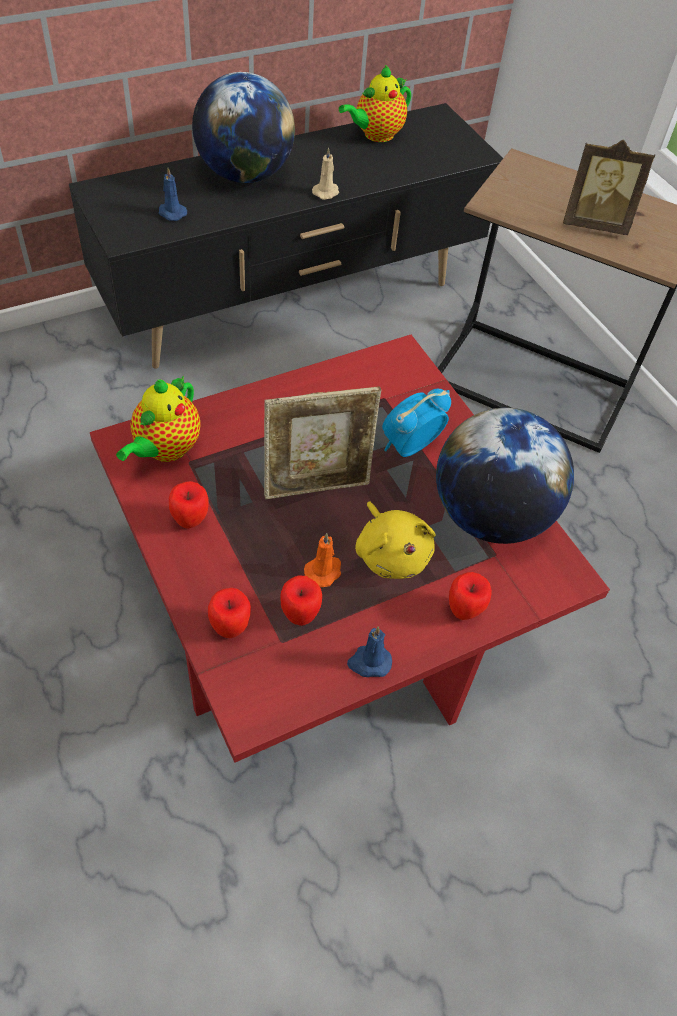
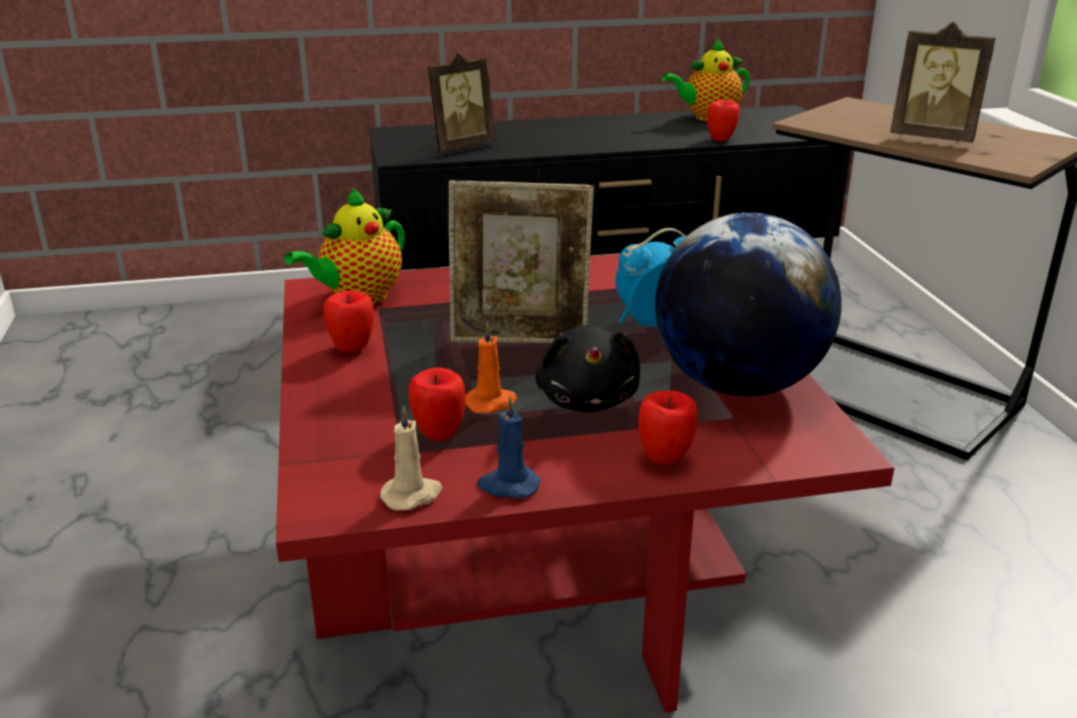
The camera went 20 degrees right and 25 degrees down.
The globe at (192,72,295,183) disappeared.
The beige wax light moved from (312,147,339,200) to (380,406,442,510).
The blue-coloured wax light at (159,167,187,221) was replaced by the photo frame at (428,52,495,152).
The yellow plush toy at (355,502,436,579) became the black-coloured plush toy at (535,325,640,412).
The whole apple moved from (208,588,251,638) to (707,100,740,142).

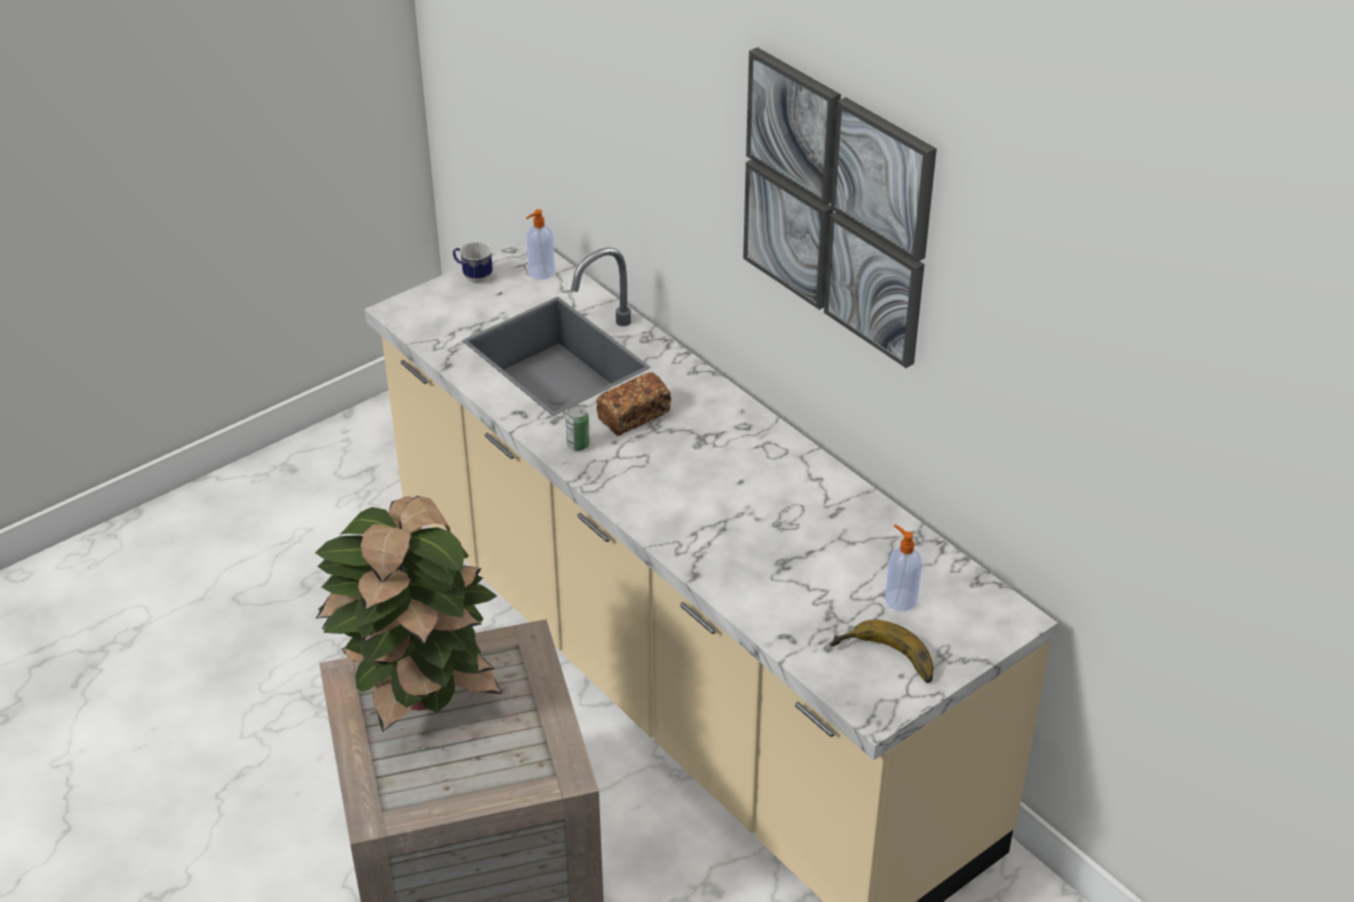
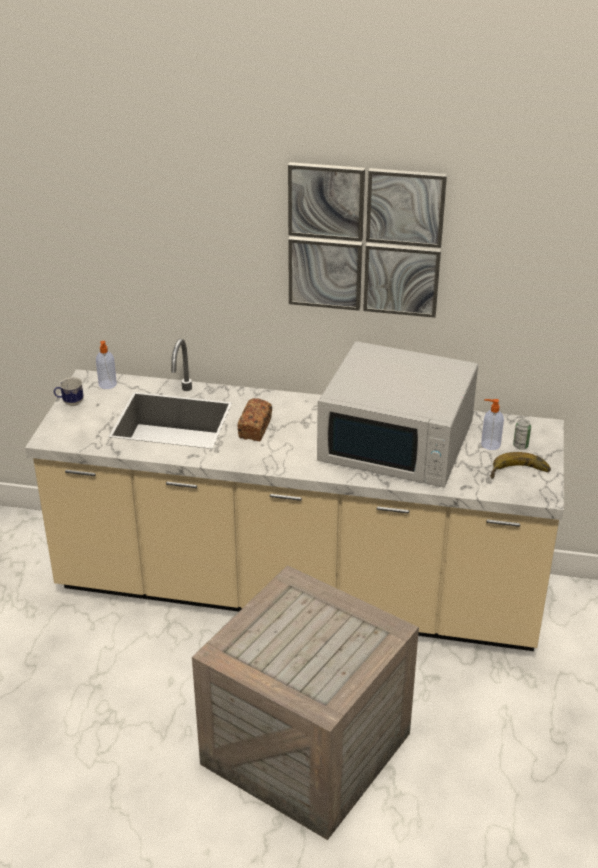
The camera went 40 degrees left and 5 degrees down.
The metal can moved from (565,406,590,451) to (513,419,531,450).
The houseplant at (315,496,502,732) disappeared.
The whitish kitchen microwave at (317,341,478,488) appeared.

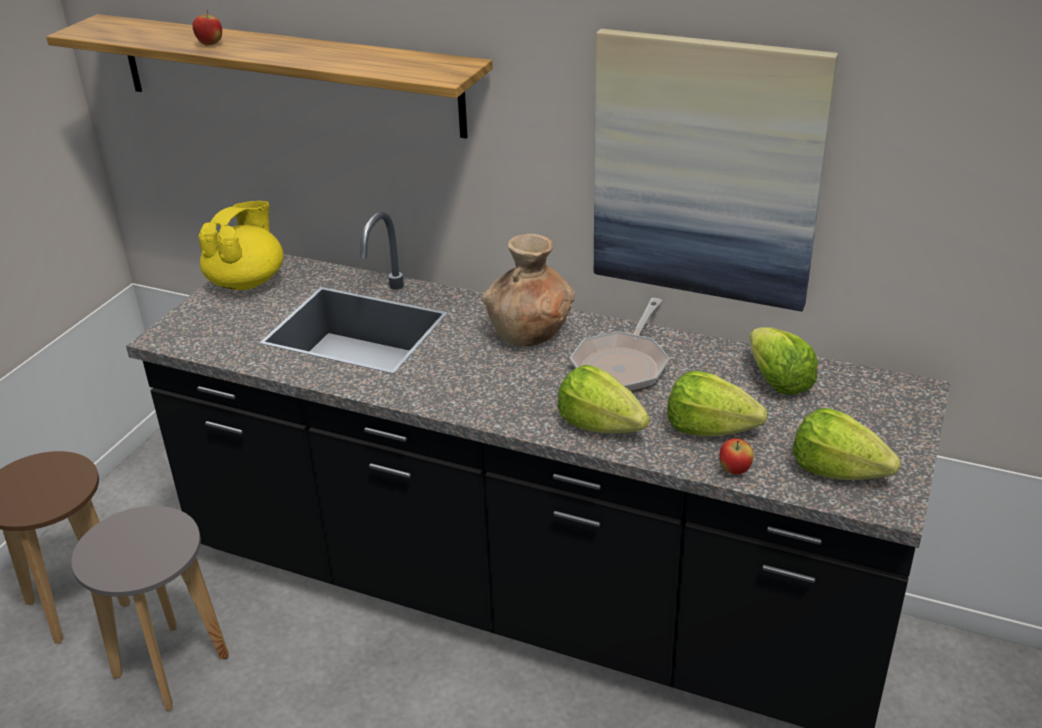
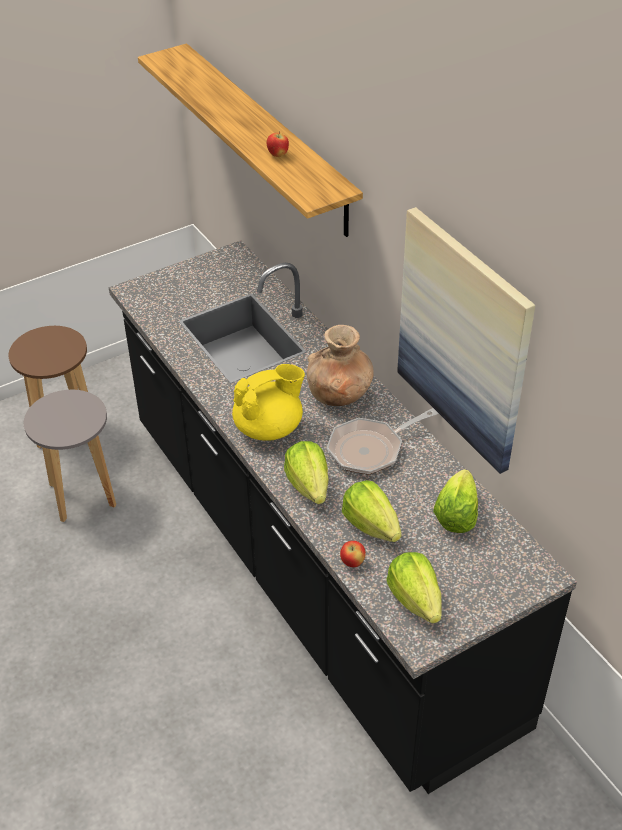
The camera went 35 degrees right and 10 degrees up.
The whole apple moved from (192,10,222,46) to (266,131,289,157).
The yellow pot for tea moved from (199,201,284,290) to (232,364,305,441).

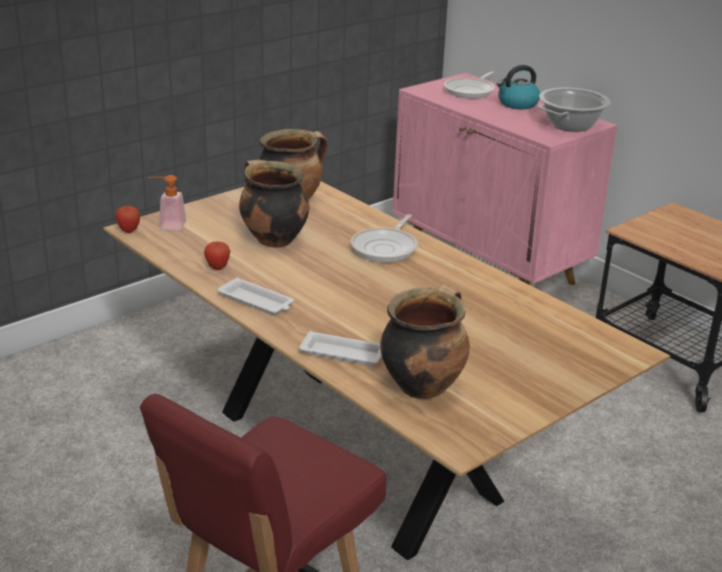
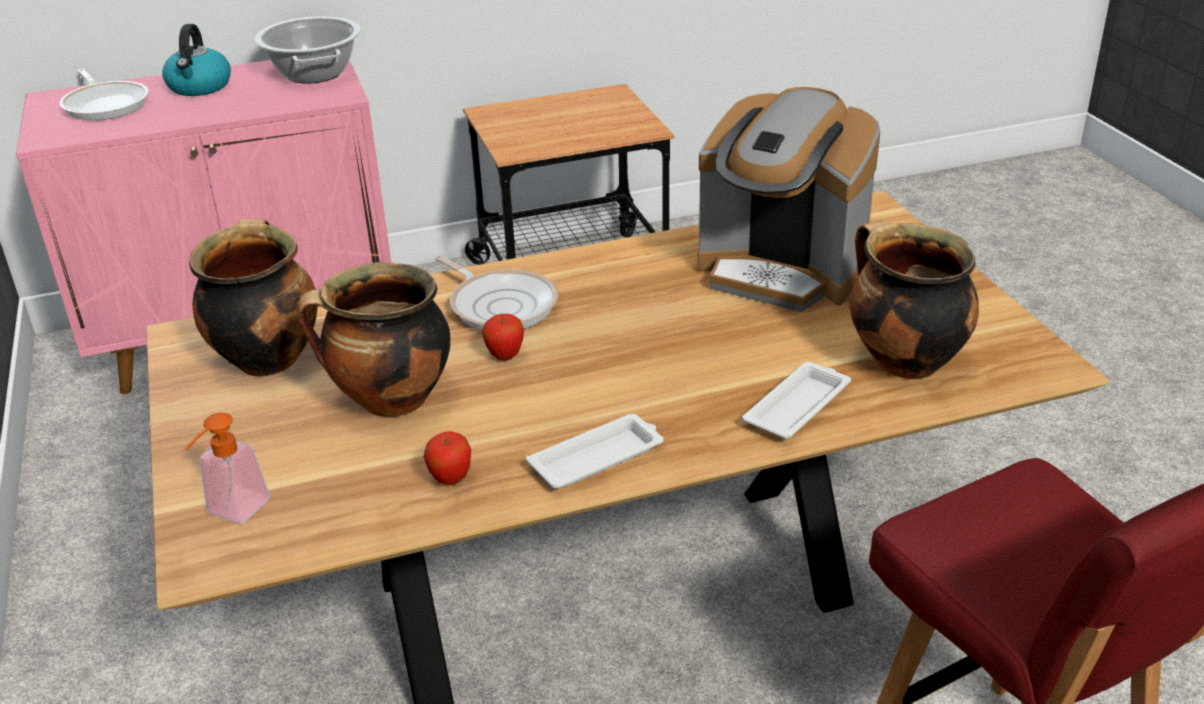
The camera went 65 degrees left and 5 degrees up.
The whole apple moved from (115,206,140,233) to (482,314,524,360).
The coffee maker at (697,87,881,312) appeared.

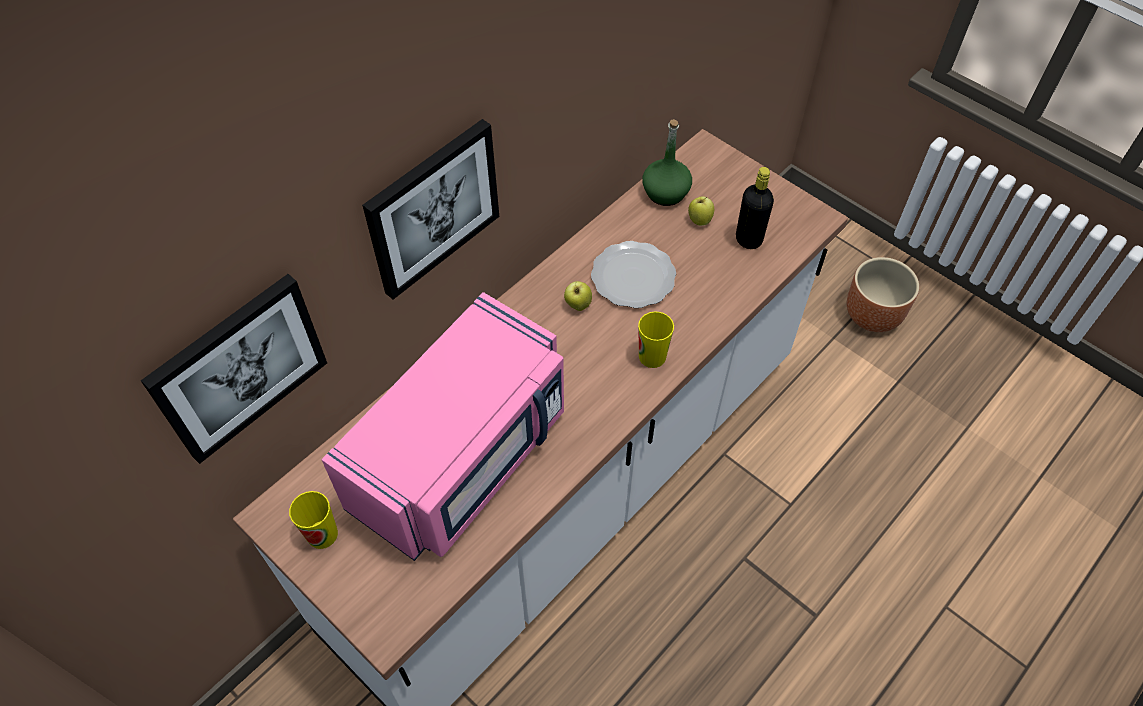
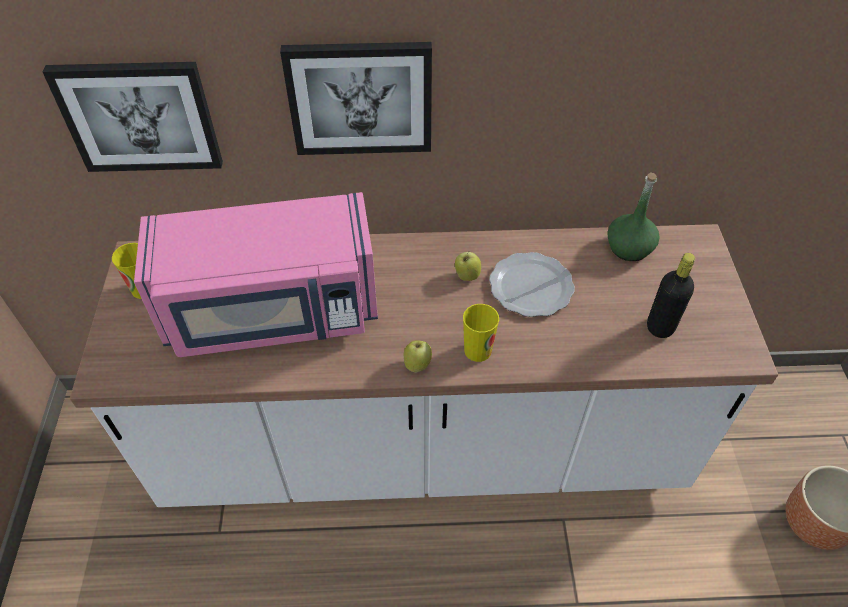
The camera went 45 degrees right and 5 degrees down.
The whole apple moved from (688,196,714,226) to (404,340,432,373).

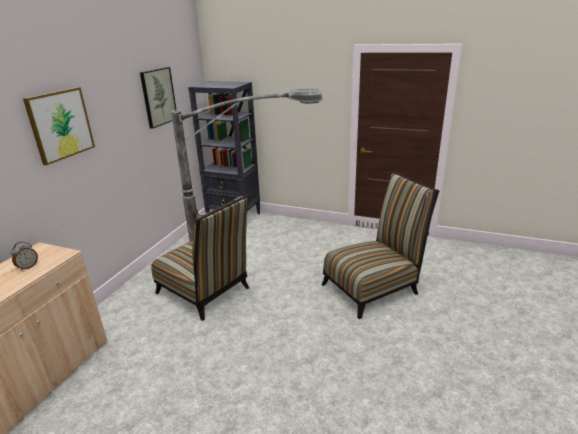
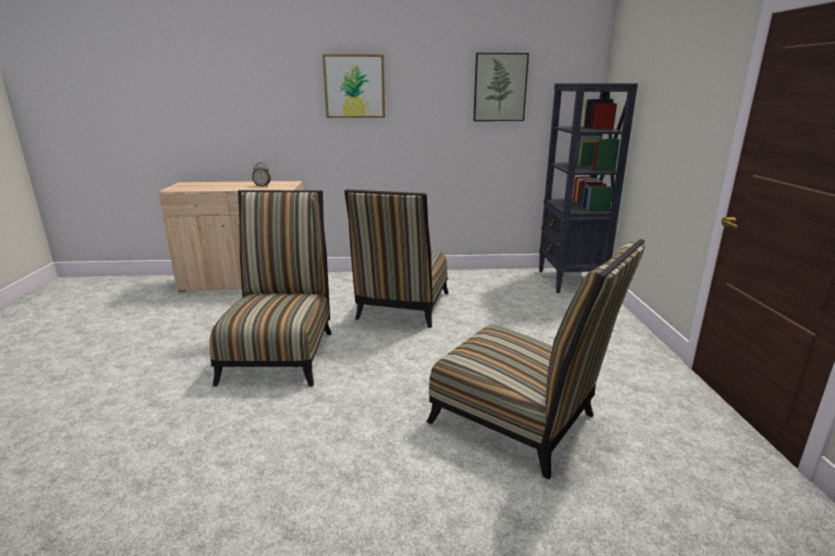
The camera went 65 degrees right and 5 degrees down.
The floor lamp at (171,89,322,241) disappeared.
The plain chair at (210,190,331,387) appeared.

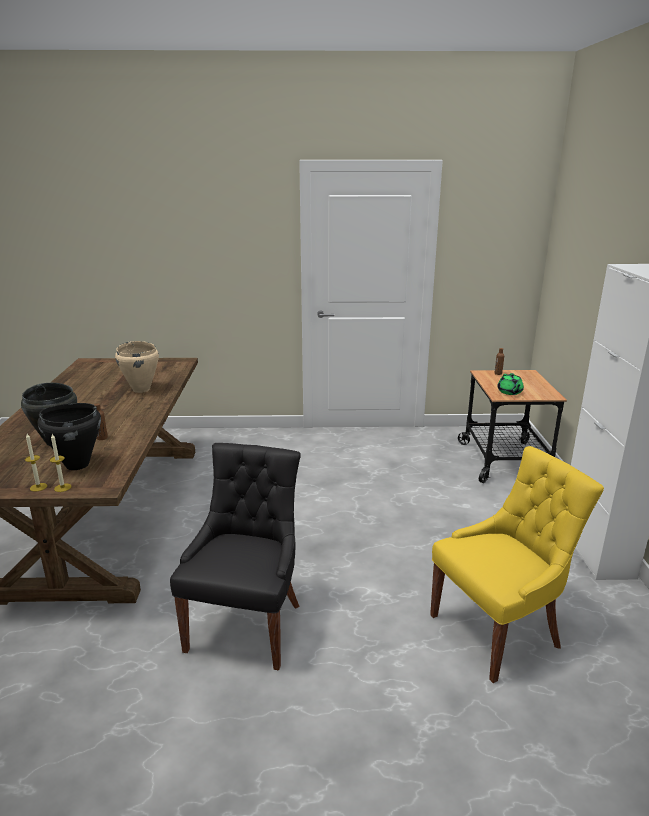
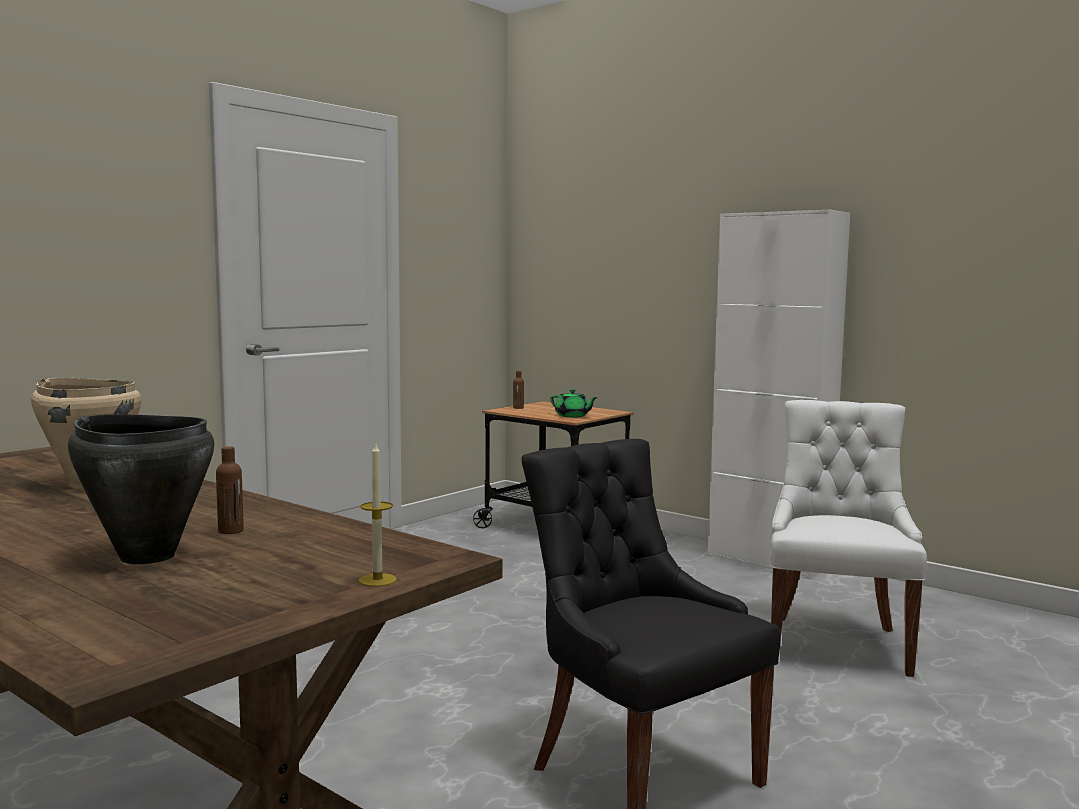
The camera went 50 degrees left and 15 degrees down.
The black-coloured cooking pot at (37,403,101,470) disappeared.
The wax light at (25,434,47,492) disappeared.
The yellow plain chair at (430,446,604,683) became the whitish plain chair at (770,400,927,677).

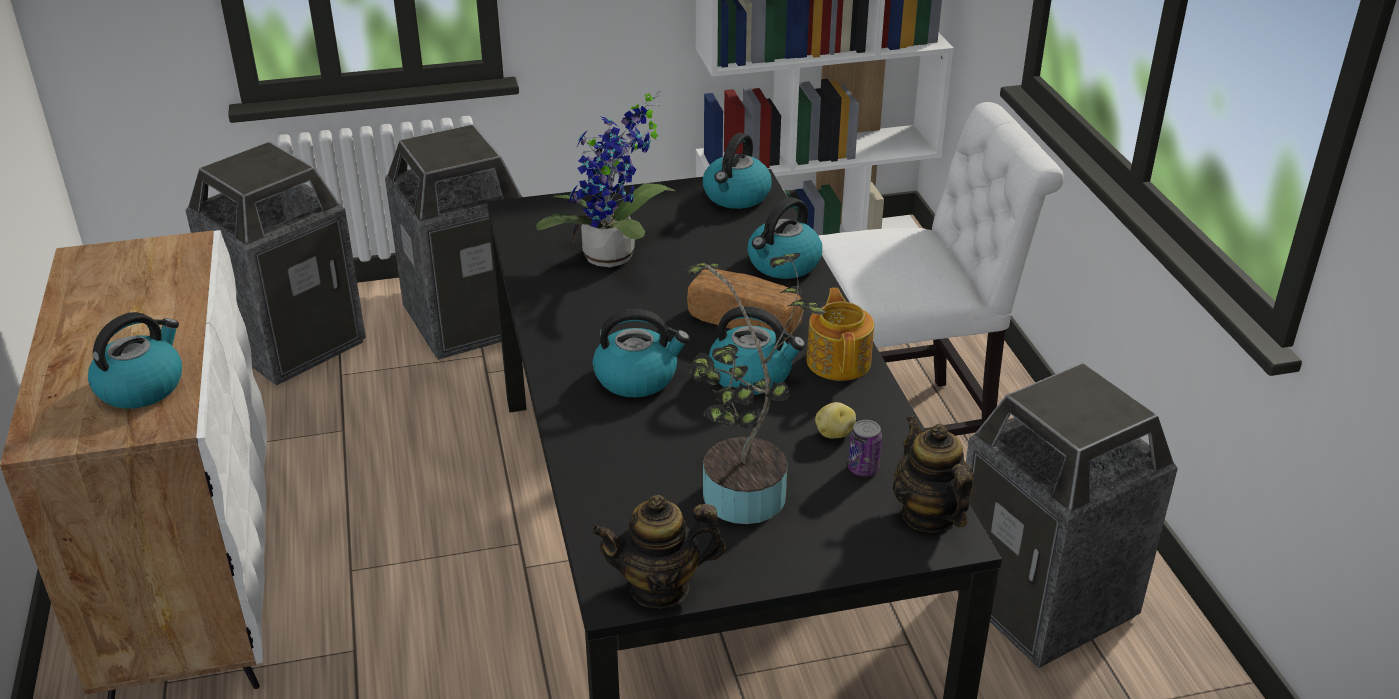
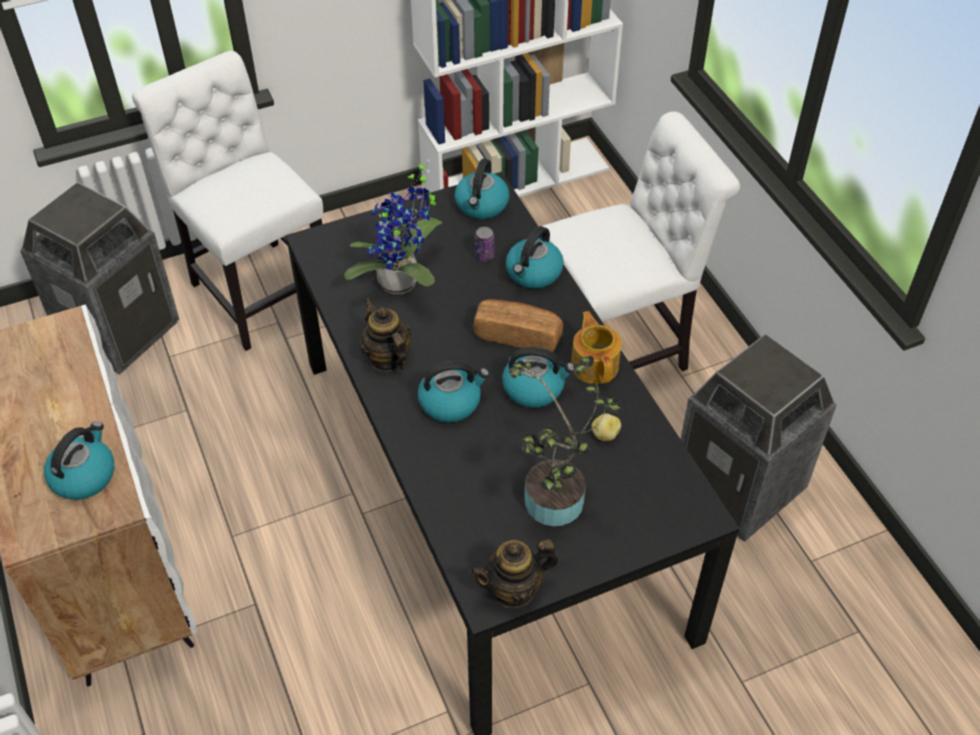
The camera went 10 degrees left and 15 degrees up.
The trash can at (385,124,522,360) was replaced by the whitish plain chair at (132,51,323,351).
The pot for tea moved from (892,415,974,532) to (360,298,411,372).
The metal can moved from (848,420,882,476) to (475,227,494,261).

